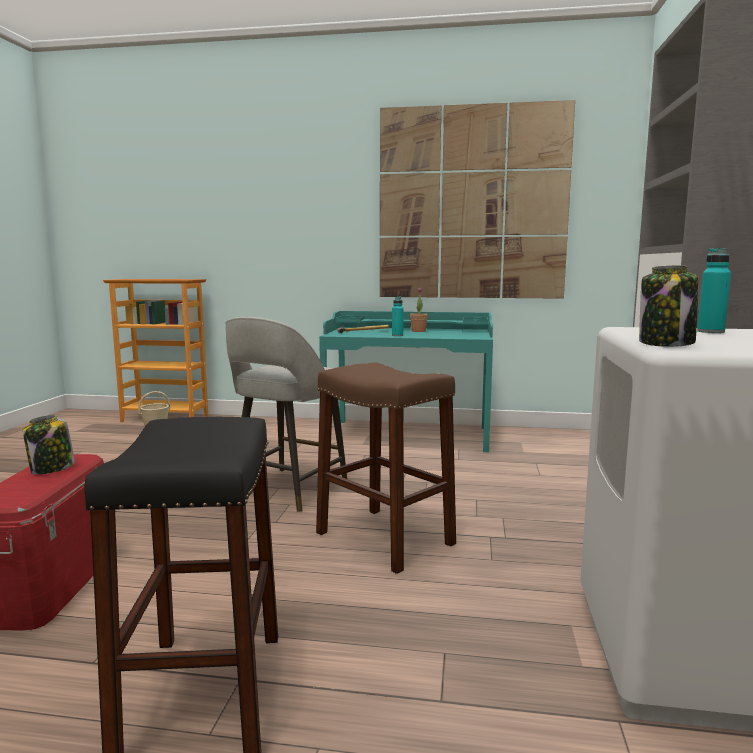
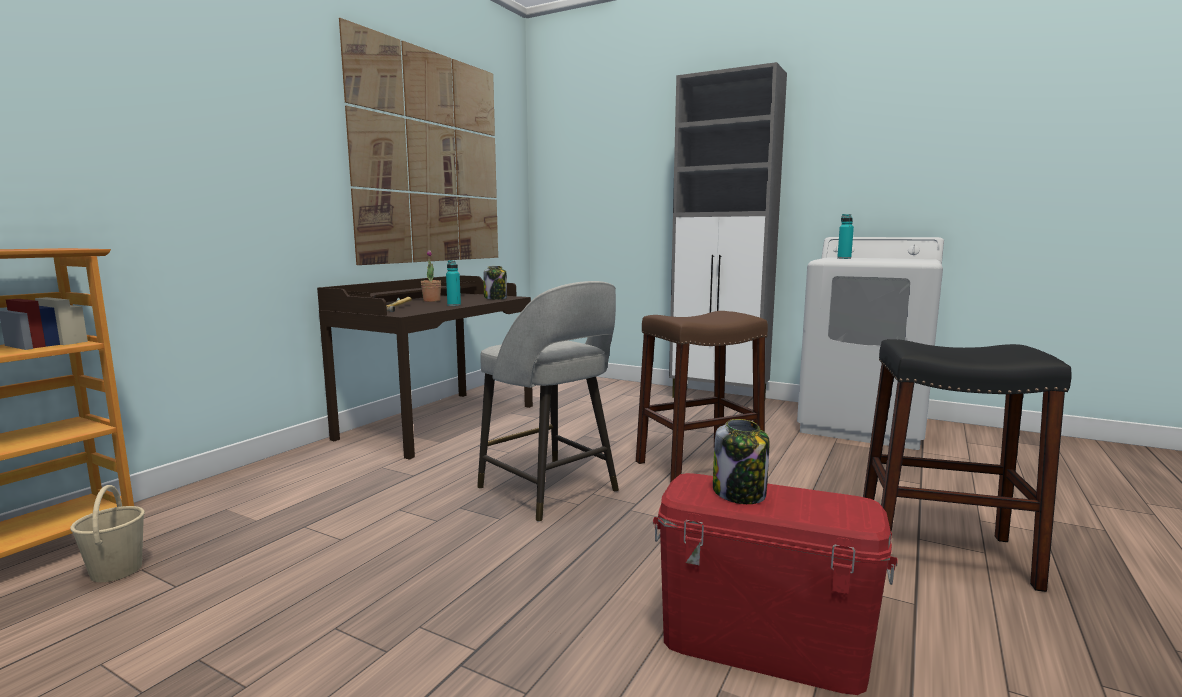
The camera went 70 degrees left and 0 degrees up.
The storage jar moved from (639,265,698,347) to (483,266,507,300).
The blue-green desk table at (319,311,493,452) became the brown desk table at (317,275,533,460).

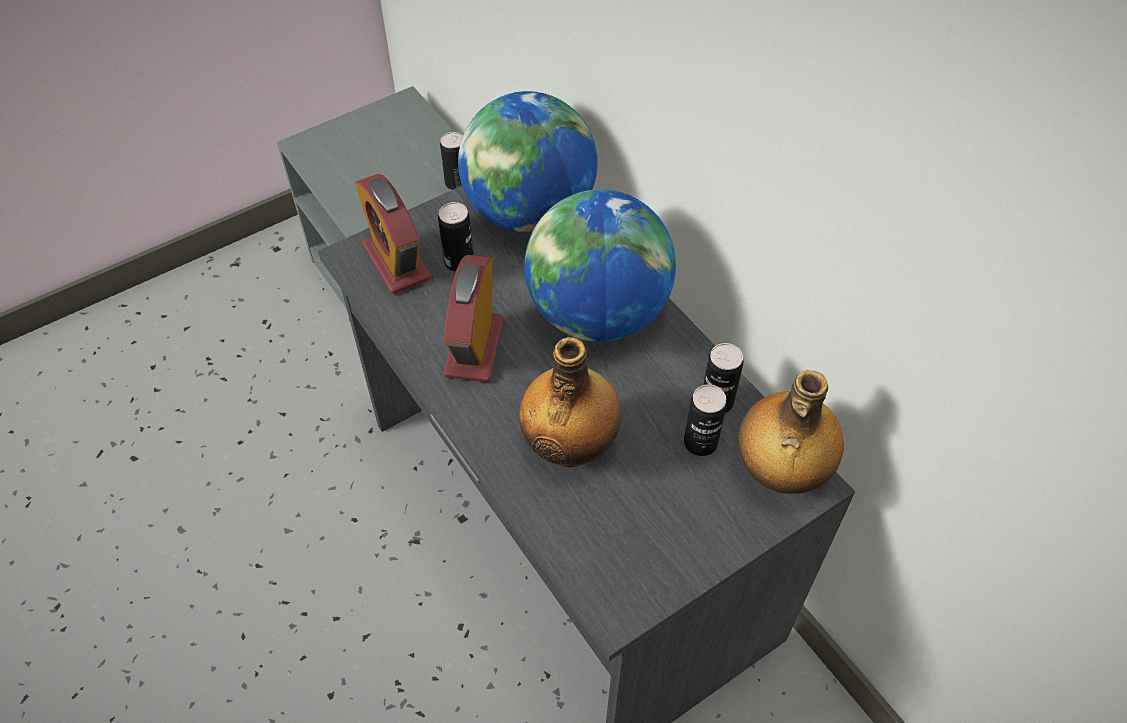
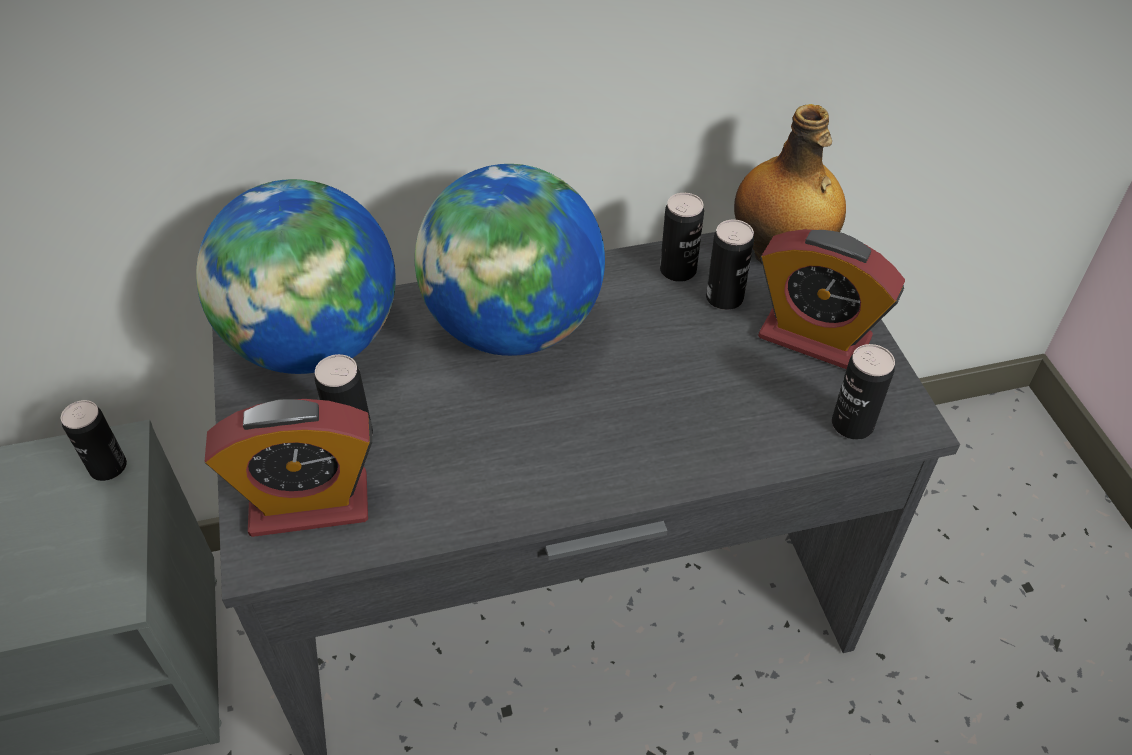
The camera went 70 degrees left and 5 degrees down.
The bedside clock moved from (444,255,504,382) to (758,229,905,369).
The bottle at (519,337,622,468) disappeared.
The metal can at (832,344,895,440) appeared.

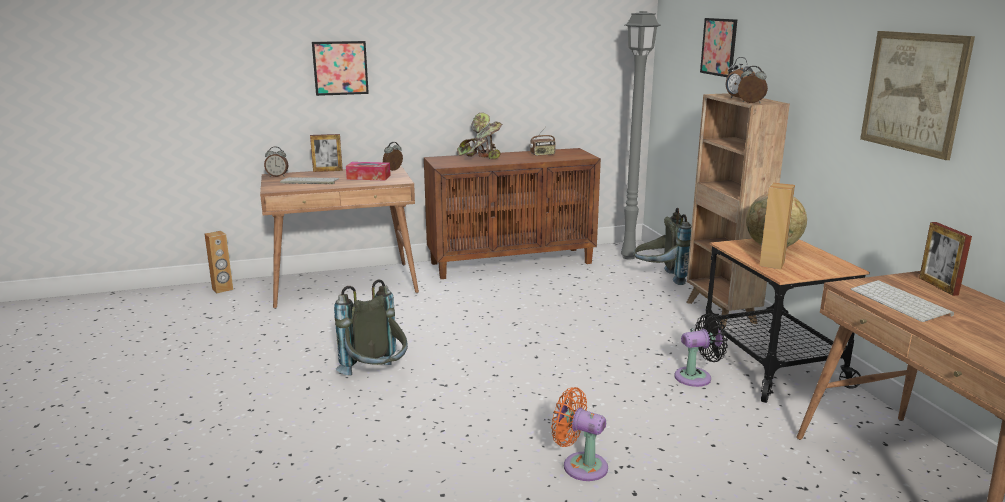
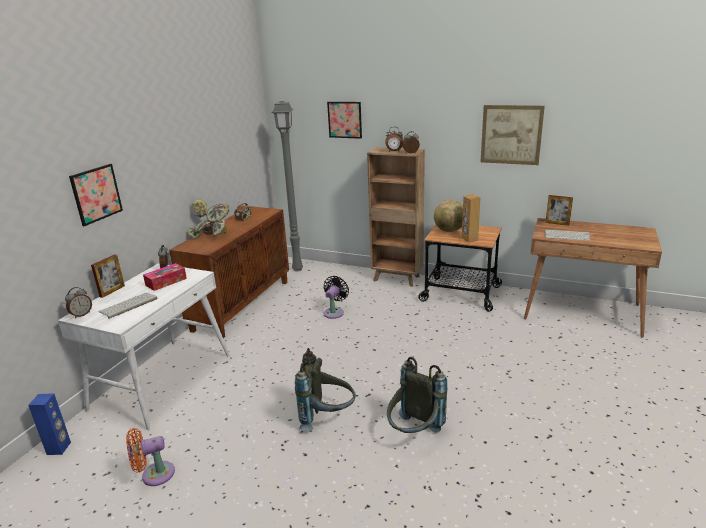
The camera went 50 degrees left and 5 degrees up.
The brown desk table at (260,166,419,309) became the whitish desk table at (58,263,229,430).
The gray knapsack moved from (633,208,692,285) to (387,357,447,433).
The brown speaker at (205,231,233,293) became the blue-coloured speaker at (28,393,71,455).
The black-coloured electric fan moved from (675,313,728,387) to (324,276,349,319).
The orange electric fan moved from (551,387,608,481) to (126,428,175,486).

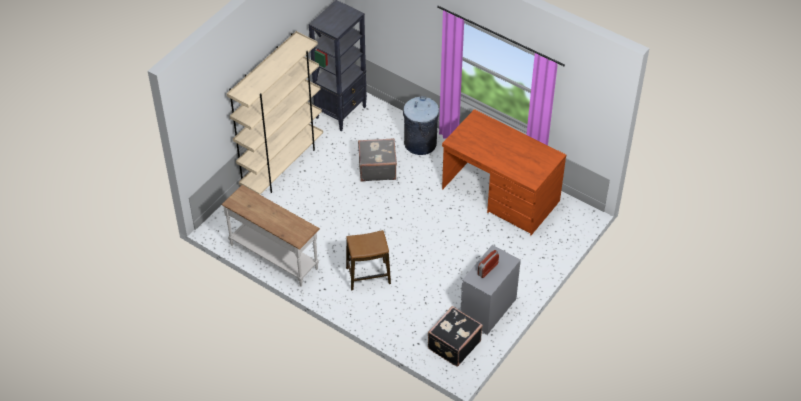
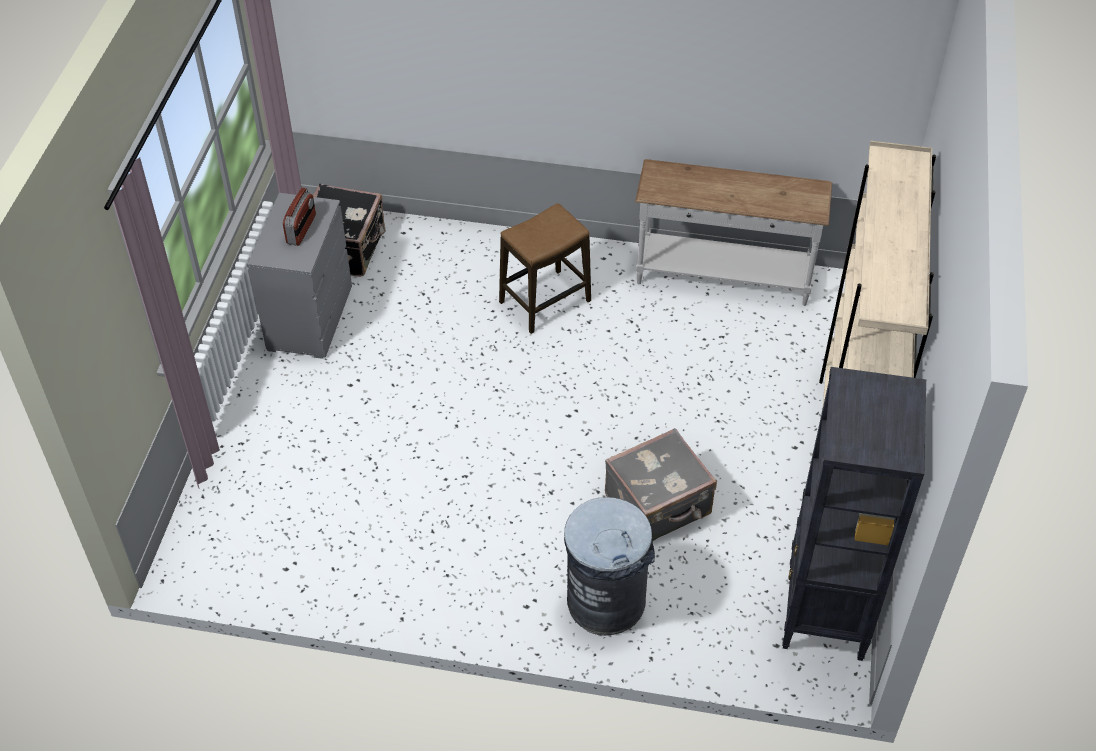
The camera went 155 degrees right and 0 degrees up.
The brown desk table at (442,109,566,235) disappeared.

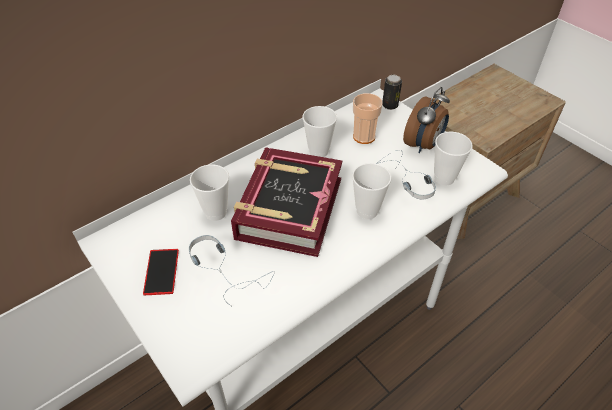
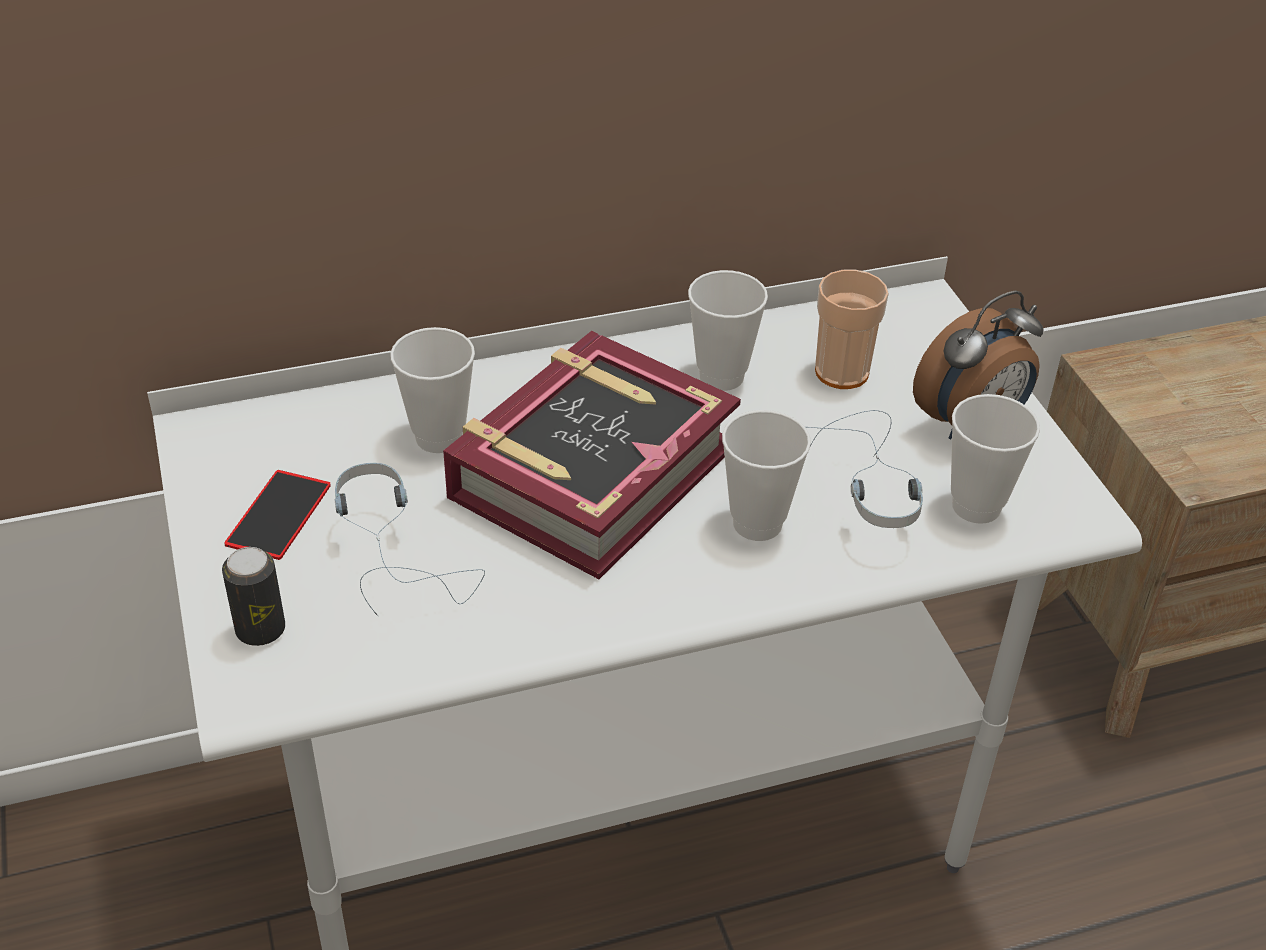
The camera went 20 degrees right and 5 degrees down.
The metal can moved from (382,75,402,110) to (222,547,285,646).

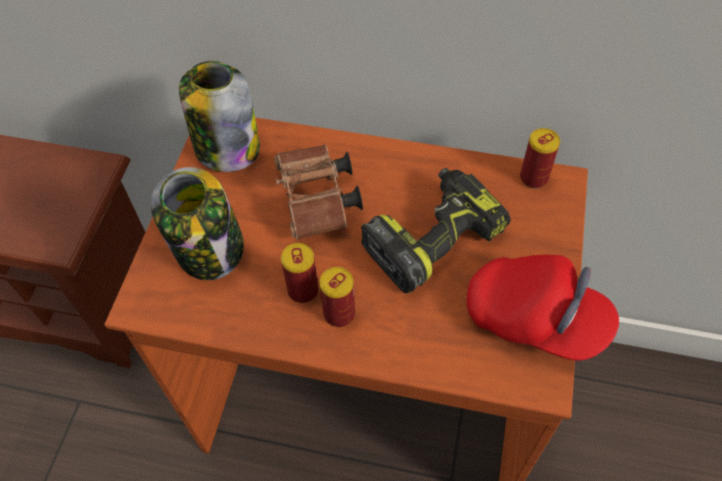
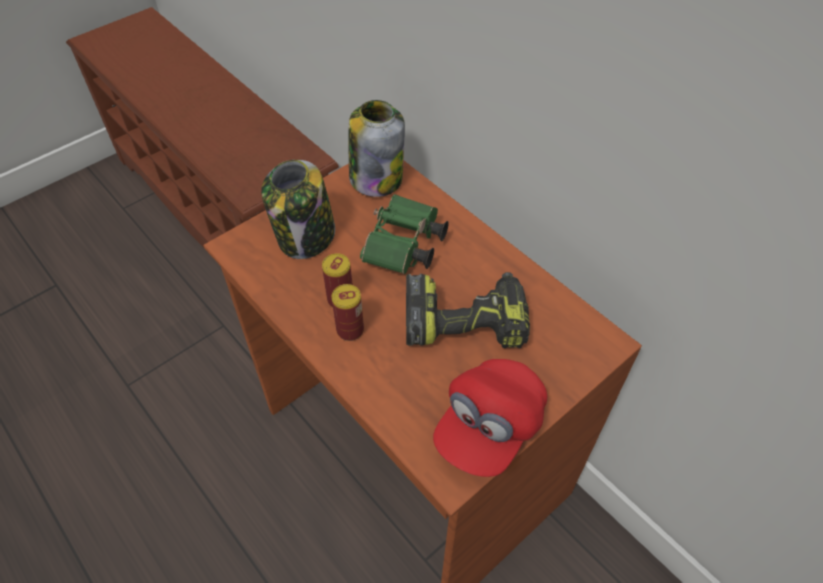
The camera went 35 degrees right and 5 degrees down.
The metal can at (520,128,560,189) disappeared.
The brown binoculars at (274,145,363,240) became the greenish binoculars at (360,194,449,274).
The red peaked cap at (467,255,619,361) turned 60 degrees clockwise.

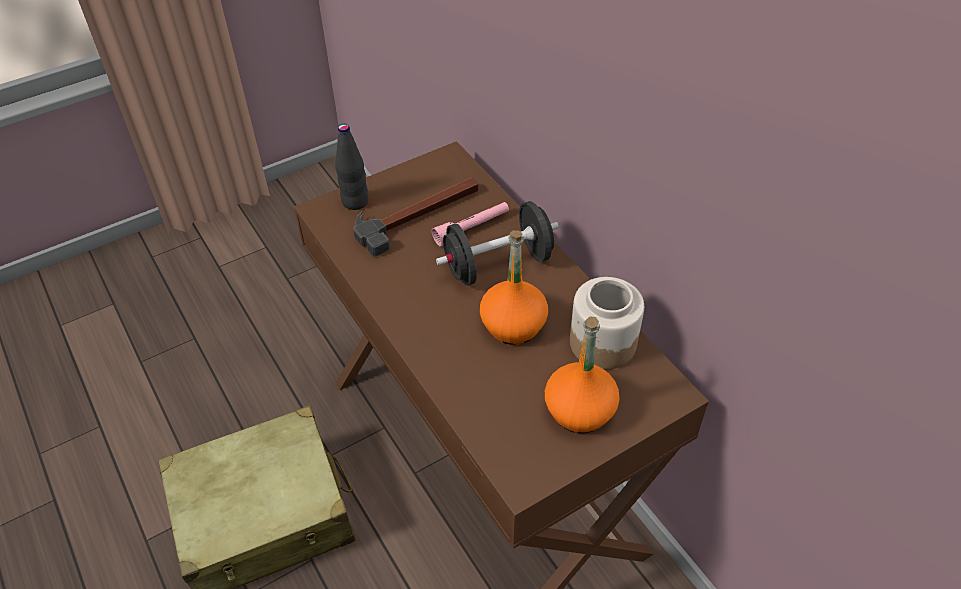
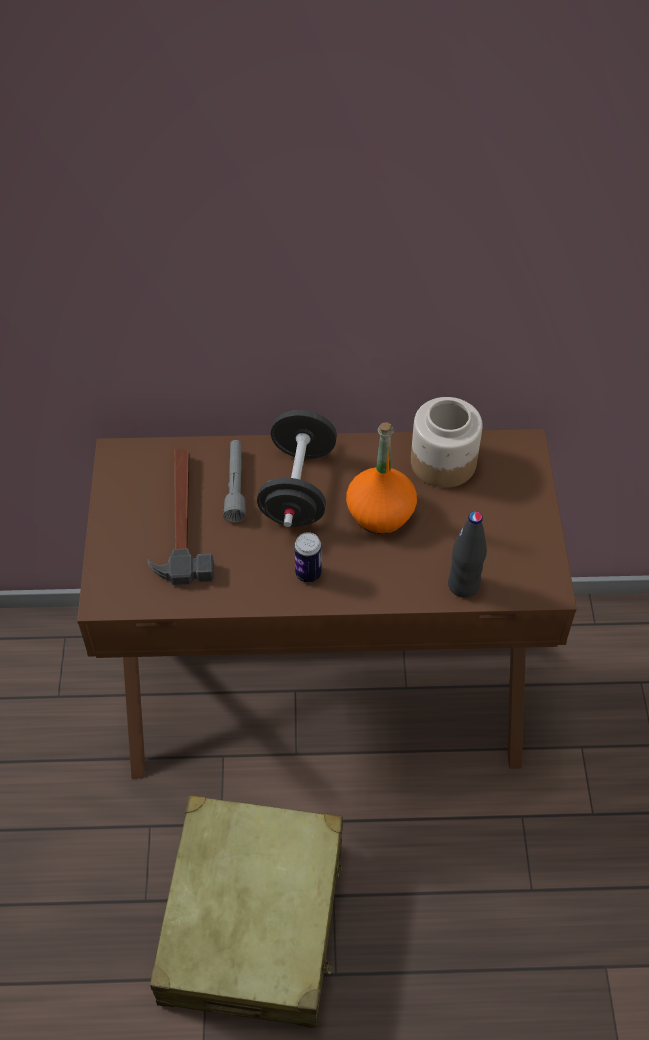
The camera went 60 degrees left and 5 degrees up.
The black-coloured bottle moved from (335,123,368,210) to (448,511,487,598).
The pink-coloured flashlight at (432,202,509,246) became the gray flashlight at (223,440,246,522).
The orange bottle at (545,317,620,433) disappeared.
The metal can at (294,532,322,583) appeared.

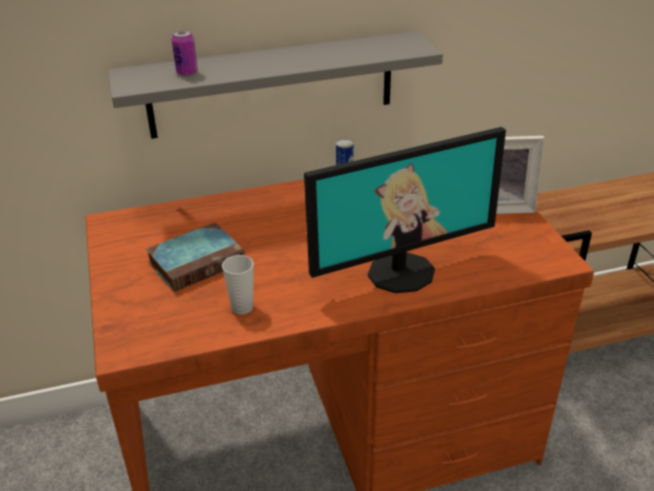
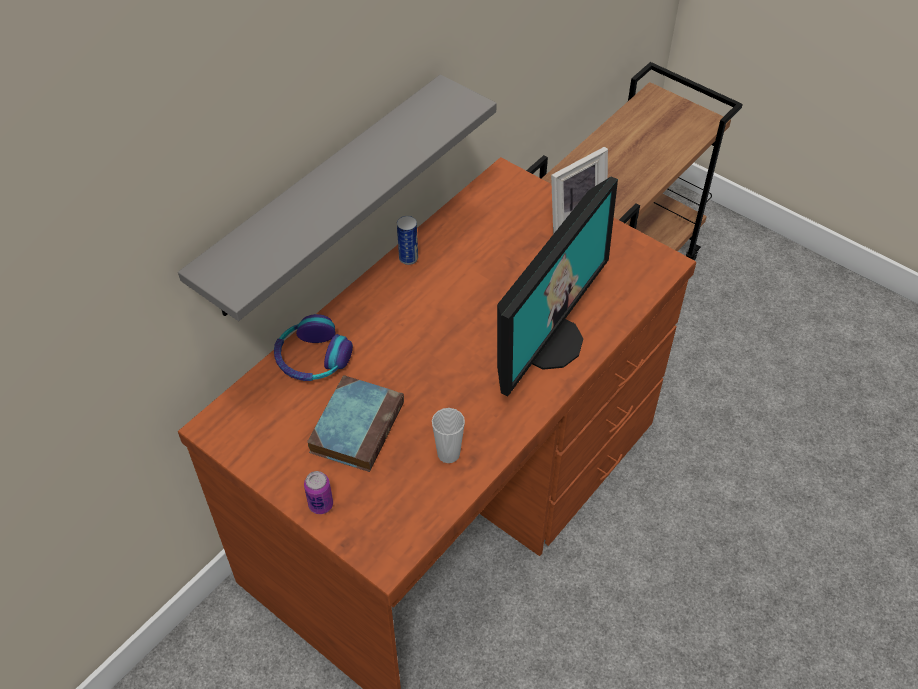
The camera went 35 degrees left and 15 degrees up.
The metal can moved from (172,30,198,76) to (304,471,333,514).
The pair of headphones at (274,314,353,381) appeared.

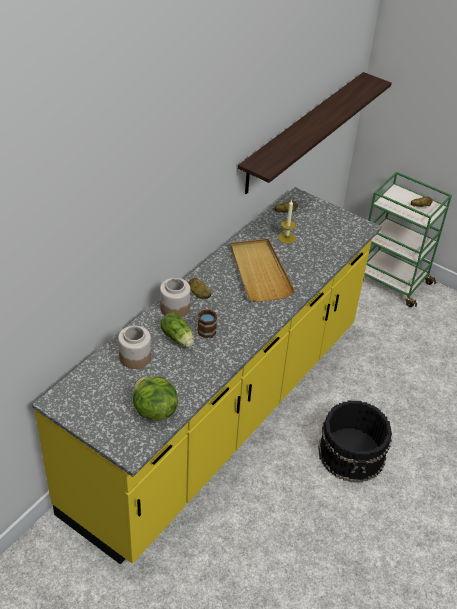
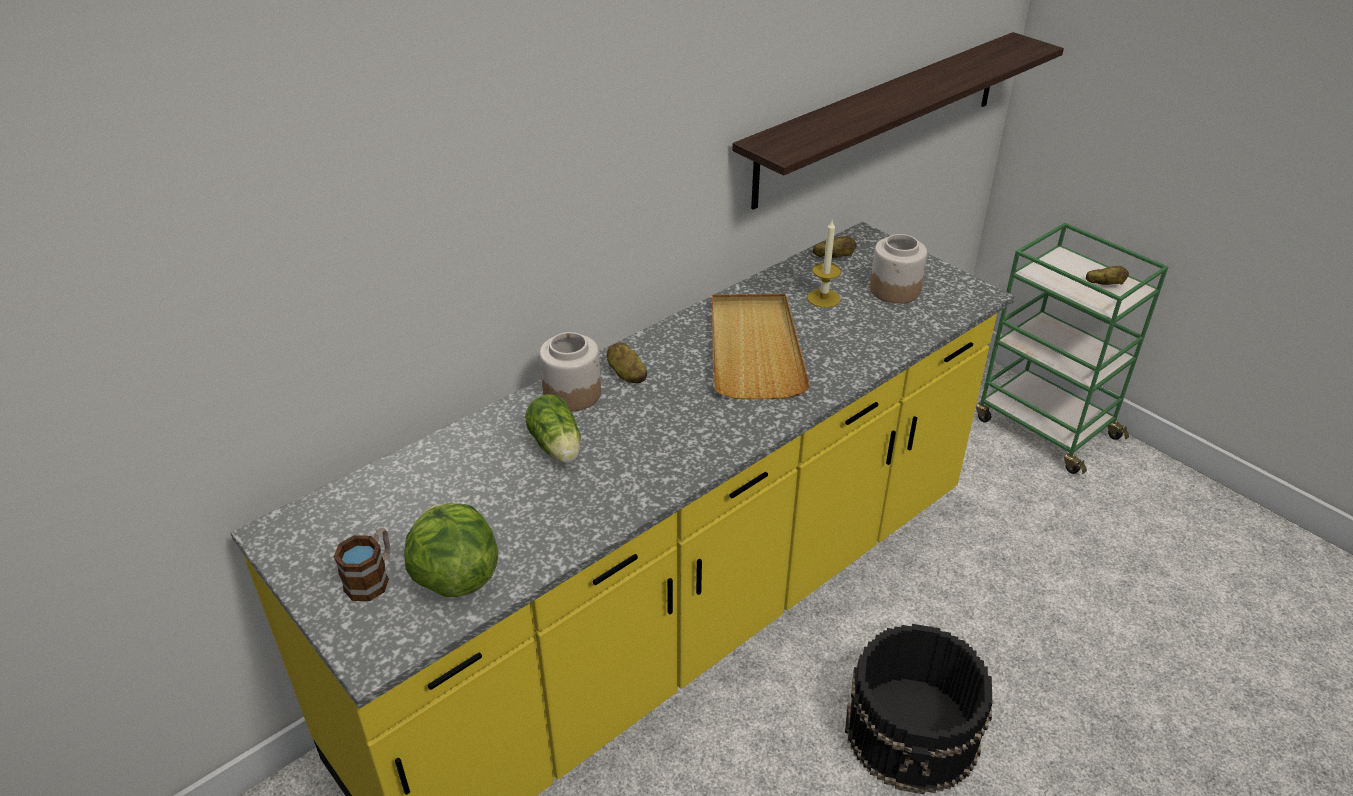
The camera went 15 degrees right and 5 degrees down.
The mug moved from (198,306,217,338) to (334,528,391,601).
The storage jar moved from (118,326,151,369) to (870,234,927,304).

